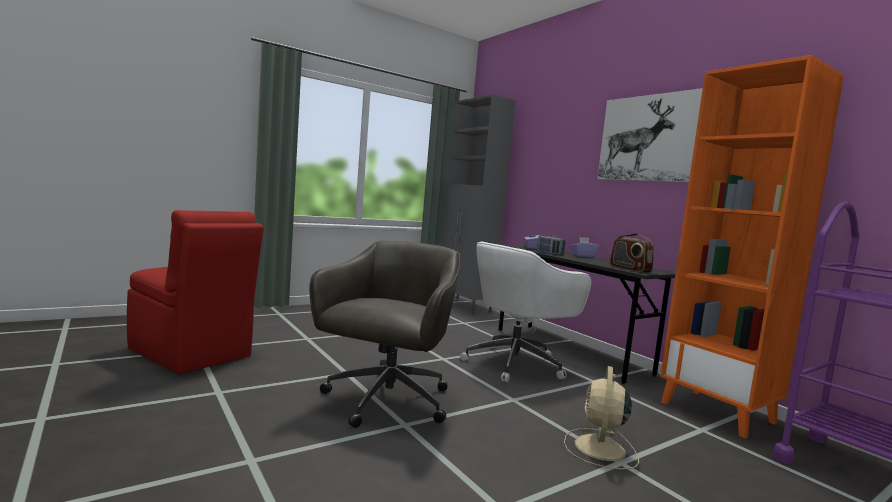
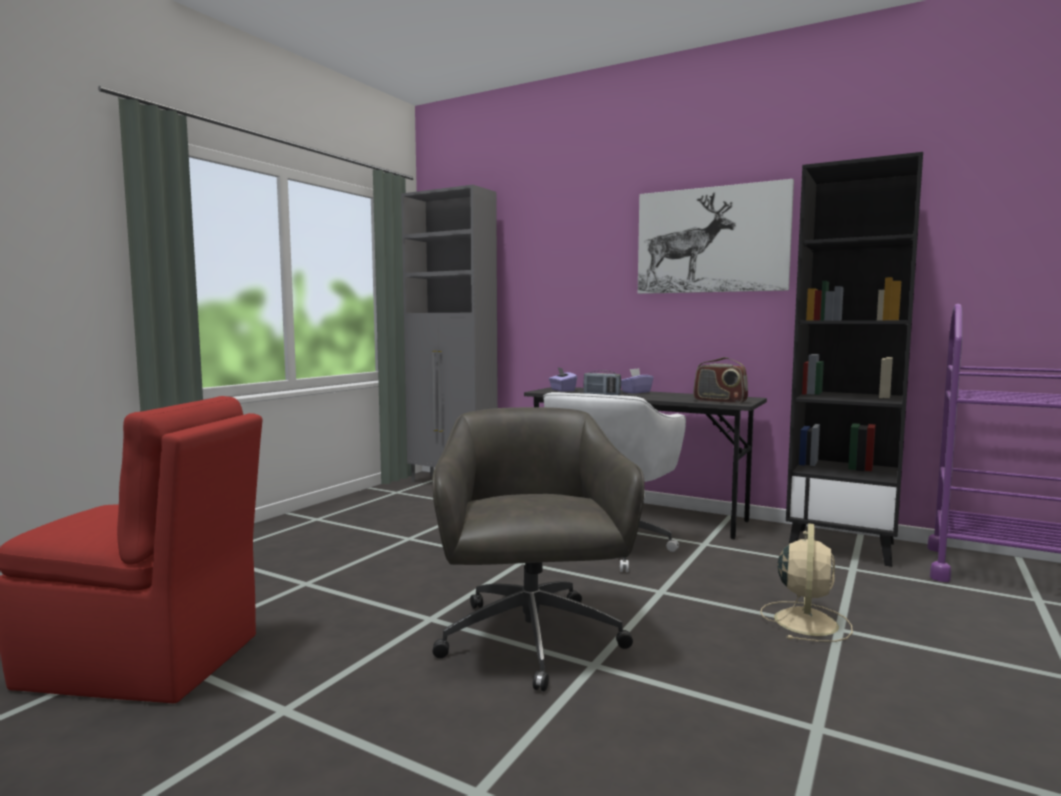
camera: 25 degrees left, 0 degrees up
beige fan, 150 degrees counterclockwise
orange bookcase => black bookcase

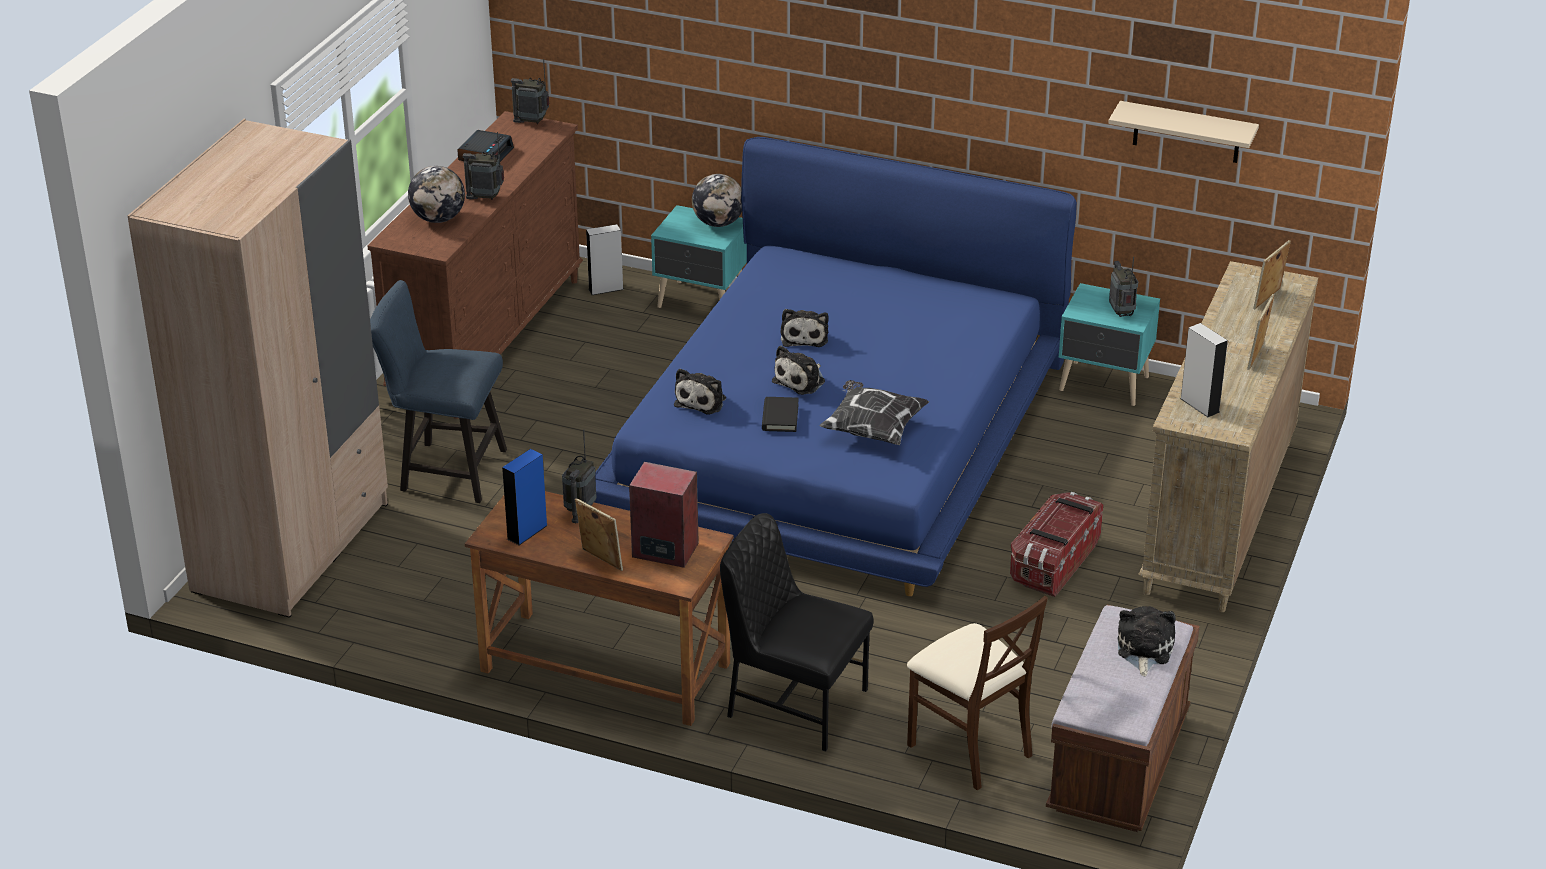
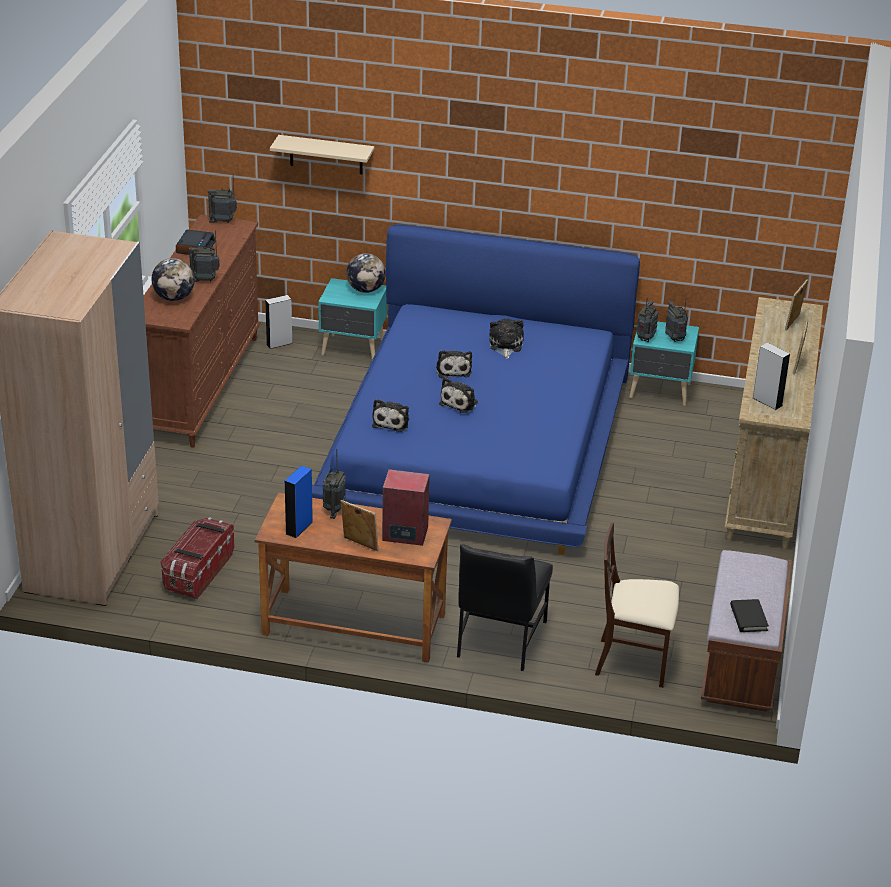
camera: 10 degrees left, 0 degrees up
blue chair => nothing
black chair, 90 degrees counterclockwise
black book, moved
pillow => nothing
beige chair, 150 degrees clockwise
storage box, moved
beige shelf, moved
plush toy (4th from left), moved
nothing => radio (4th from left)

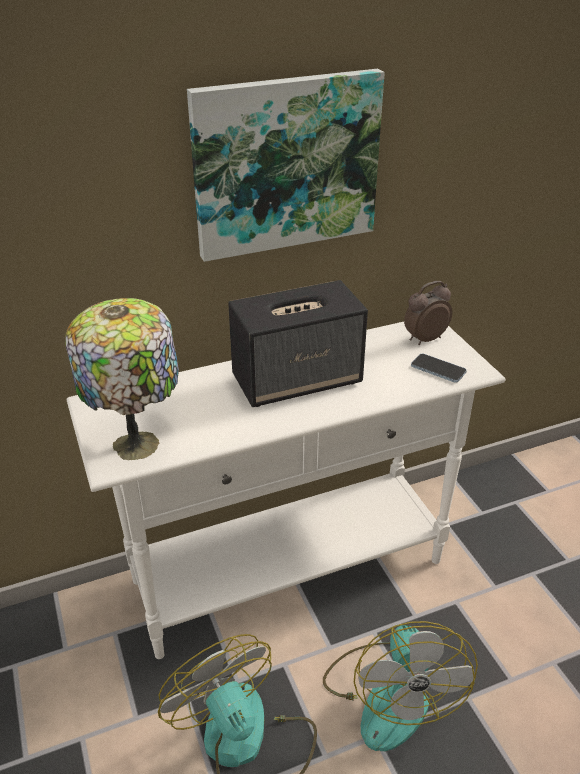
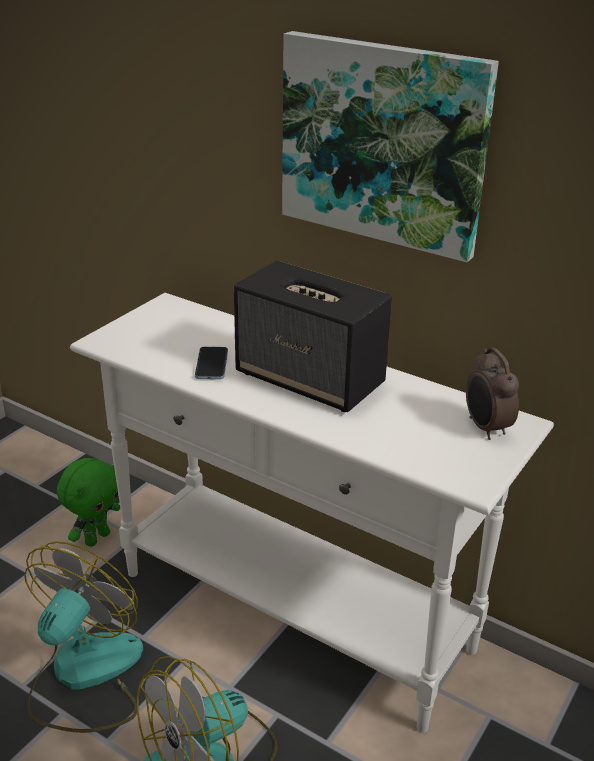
camera: 55 degrees right, 5 degrees down
table lamp => nothing
alarm clock, 135 degrees counterclockwise
phone, moved
nothing => green plush toy

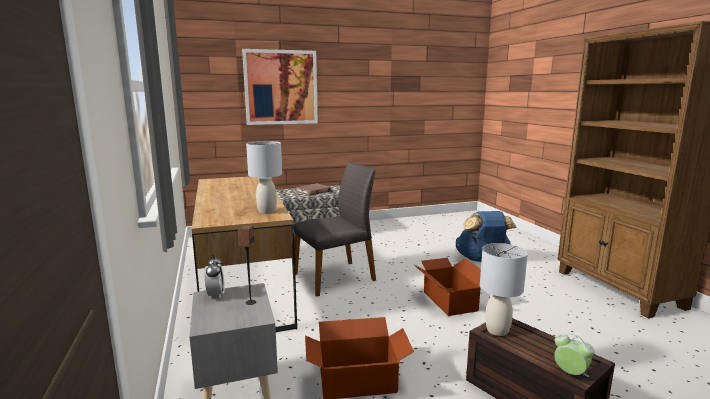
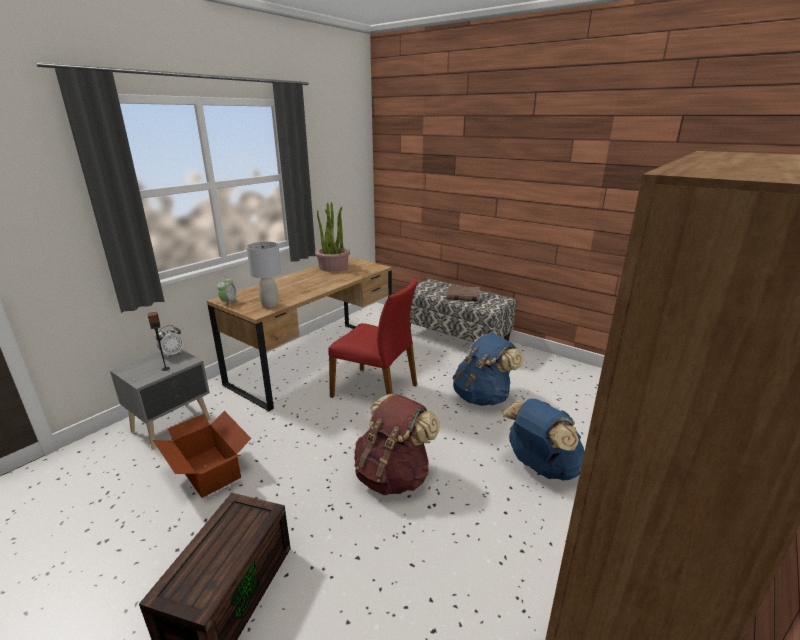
camera: 55 degrees right, 10 degrees up
picture => nothing
grey chair => red chair
cardboard box (2nd from left) => brown backpack
grey table lamp (2nd from left) => nothing
alarm clock (2nd from left), moved
nothing => potted plant
nothing => blue backpack (1st from left)

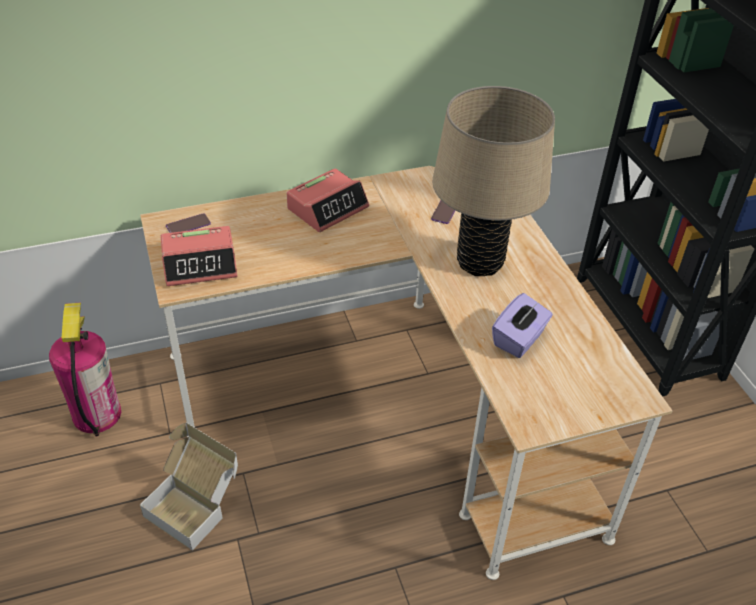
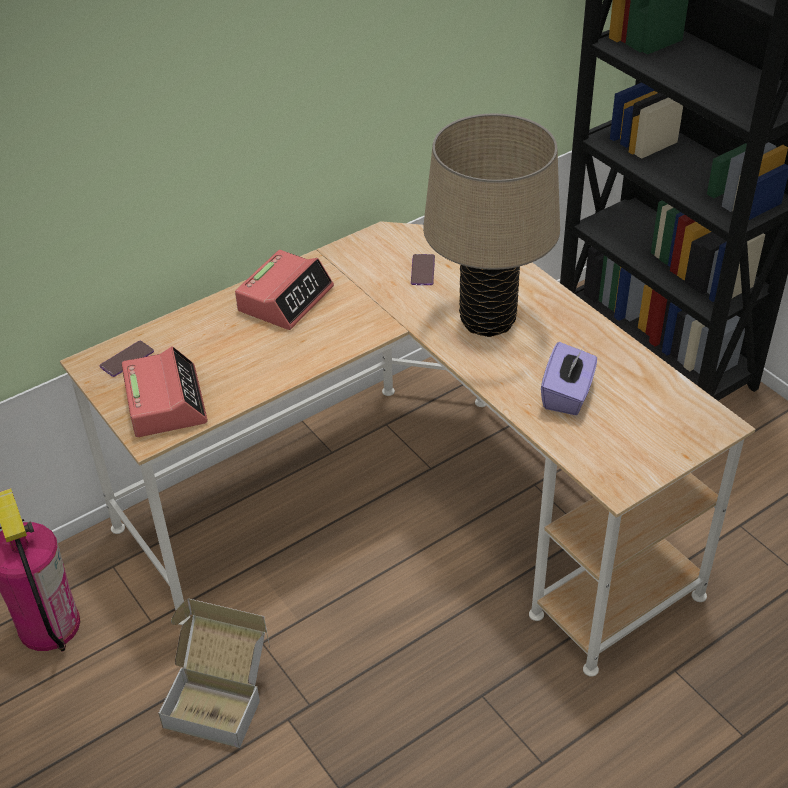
camera: 15 degrees left, 0 degrees up
alarm clock (1st from left), 75 degrees counterclockwise

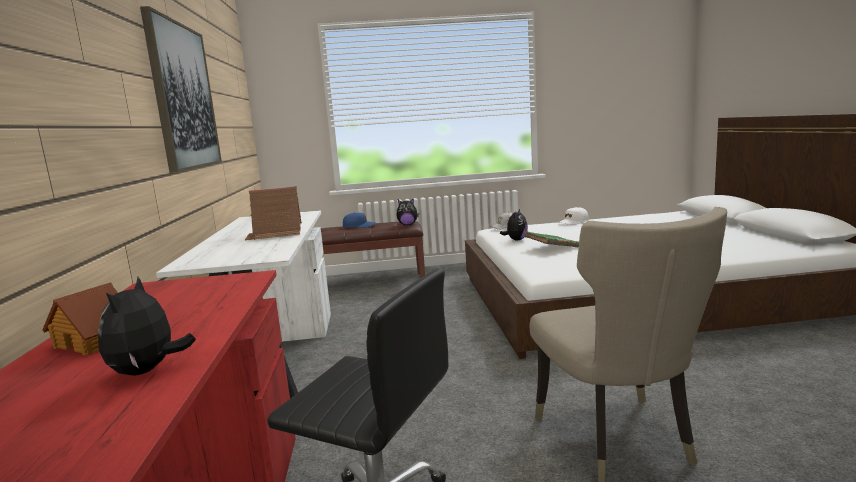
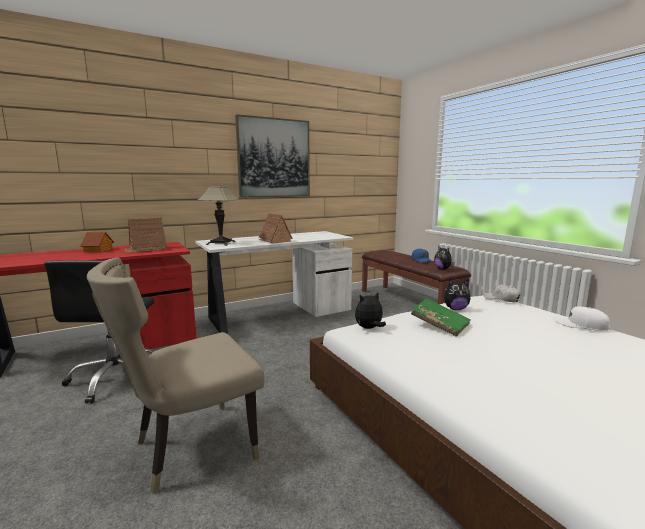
camera: 65 degrees right, 0 degrees up
plush toy (1st from left), moved
nothing => toy house (2nd from left)
nothing => table lamp

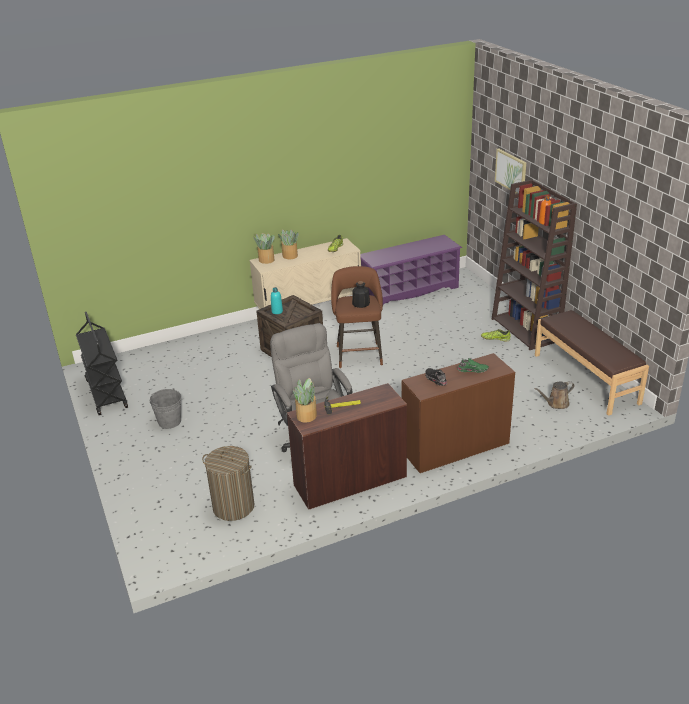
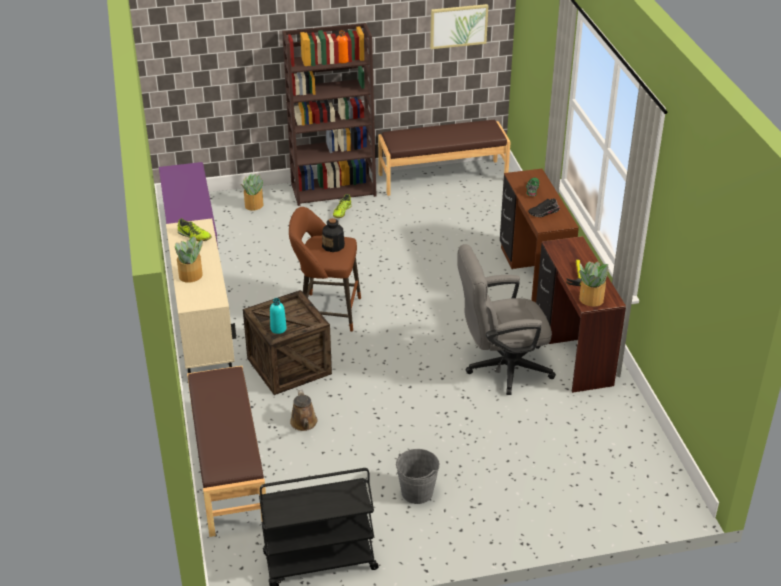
camera: 80 degrees left, 5 degrees up
laundry basket => nothing
potted plant (1st from left in the first image) => potted plant (2nd from left), moved
picture, moved
brown watering can, moved
nothing => brown bench (1st from left)

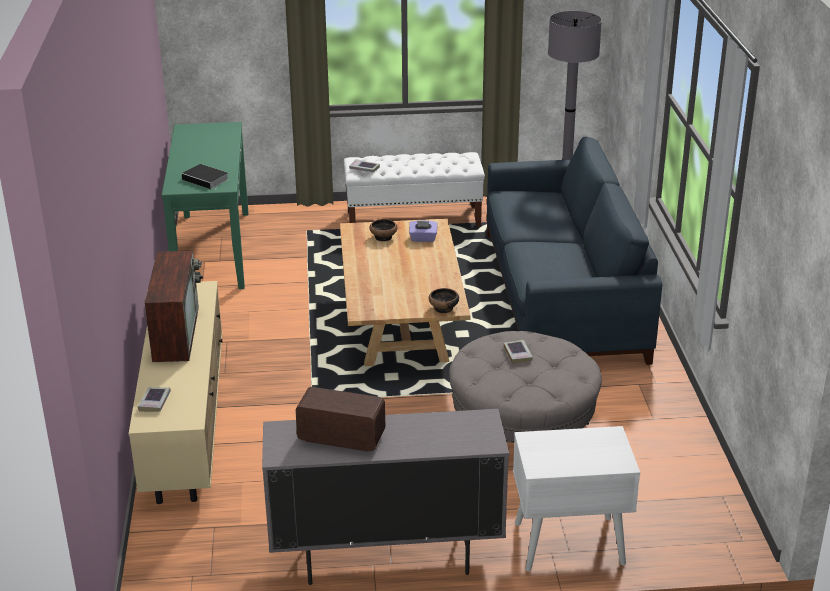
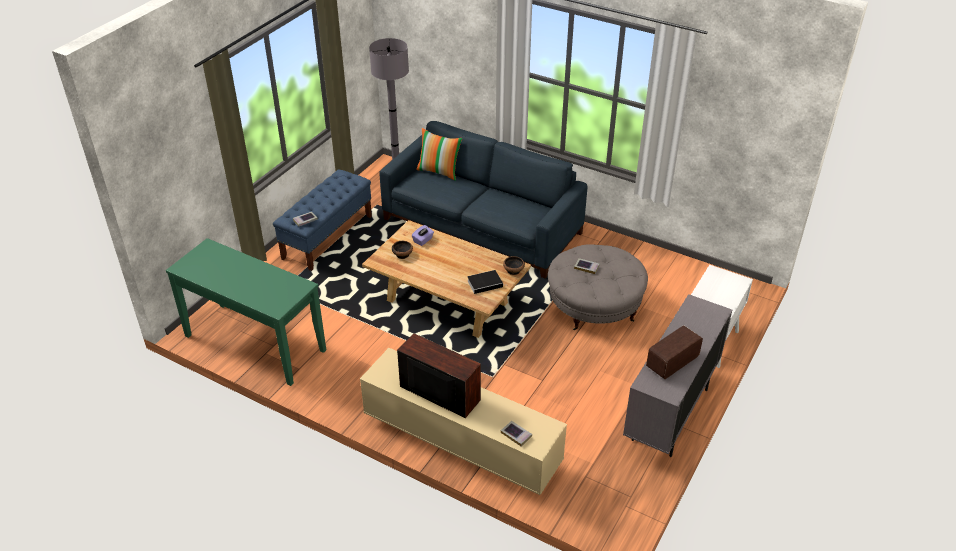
camera: 55 degrees left, 10 degrees up
book (2nd from left), moved
white bench => blue bench
nothing => pillow

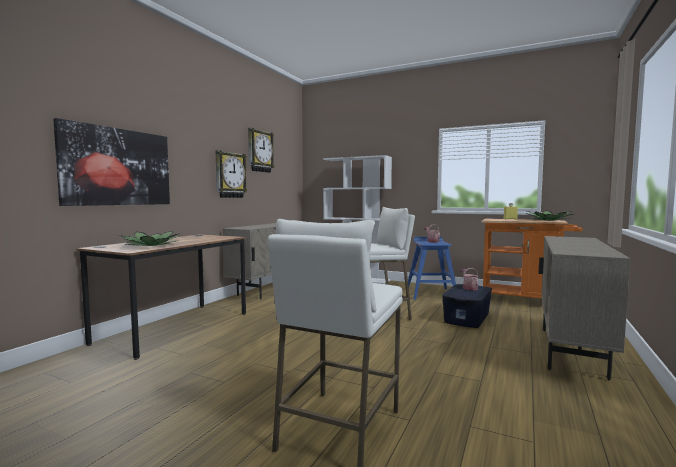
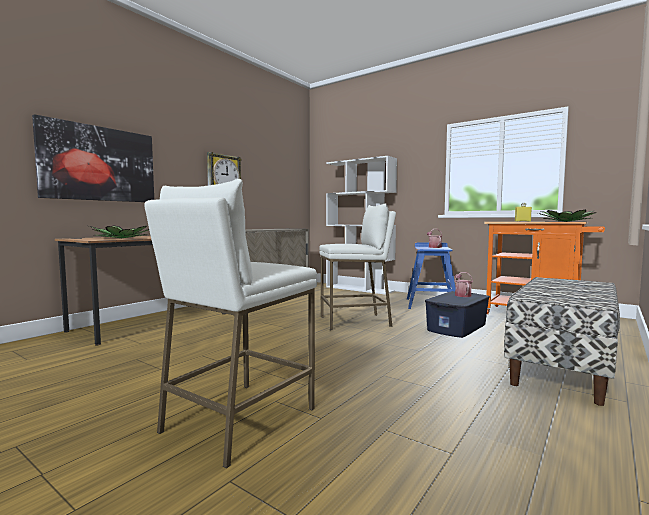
camera: 10 degrees right, 0 degrees up
wall clock (2nd from left) => nothing
beige cabinet (2nd from left) => bench

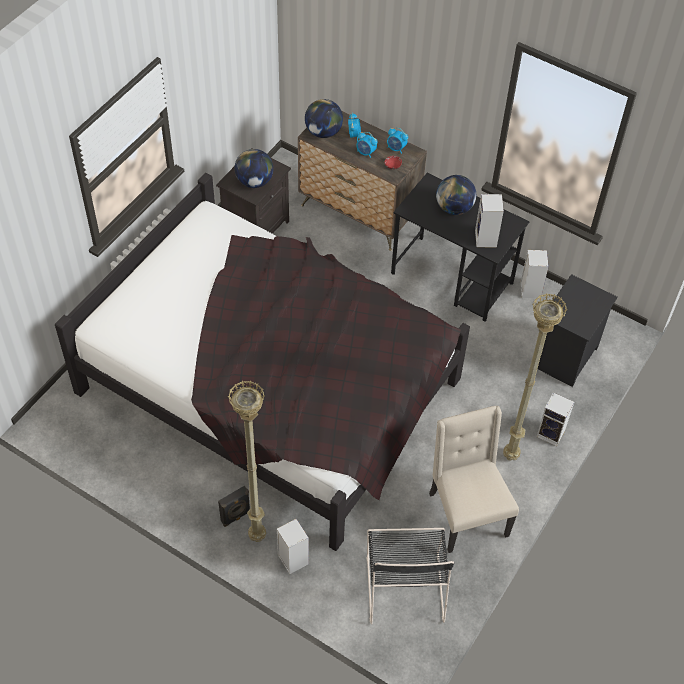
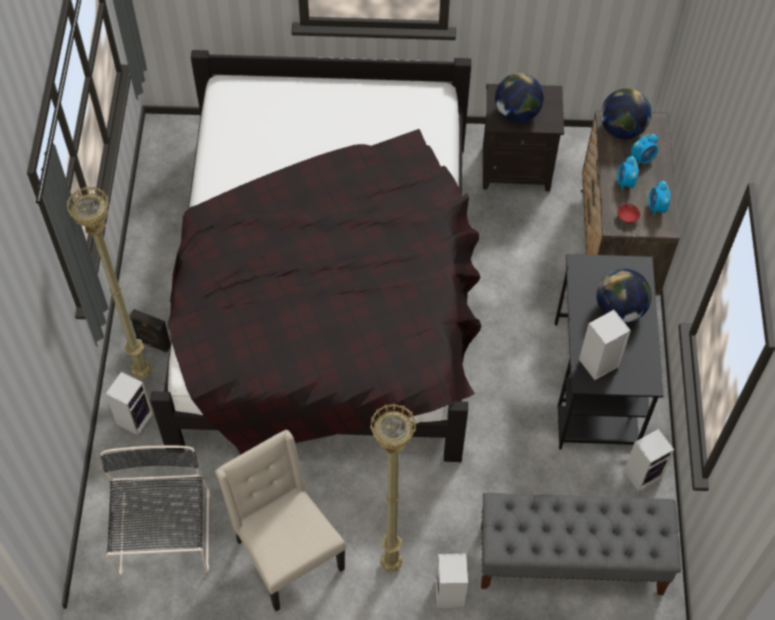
camera: 60 degrees right, 5 degrees up
black chair, 120 degrees clockwise
beige chair, 75 degrees counterclockwise
black nightstand (2nd from left) => grey bench

